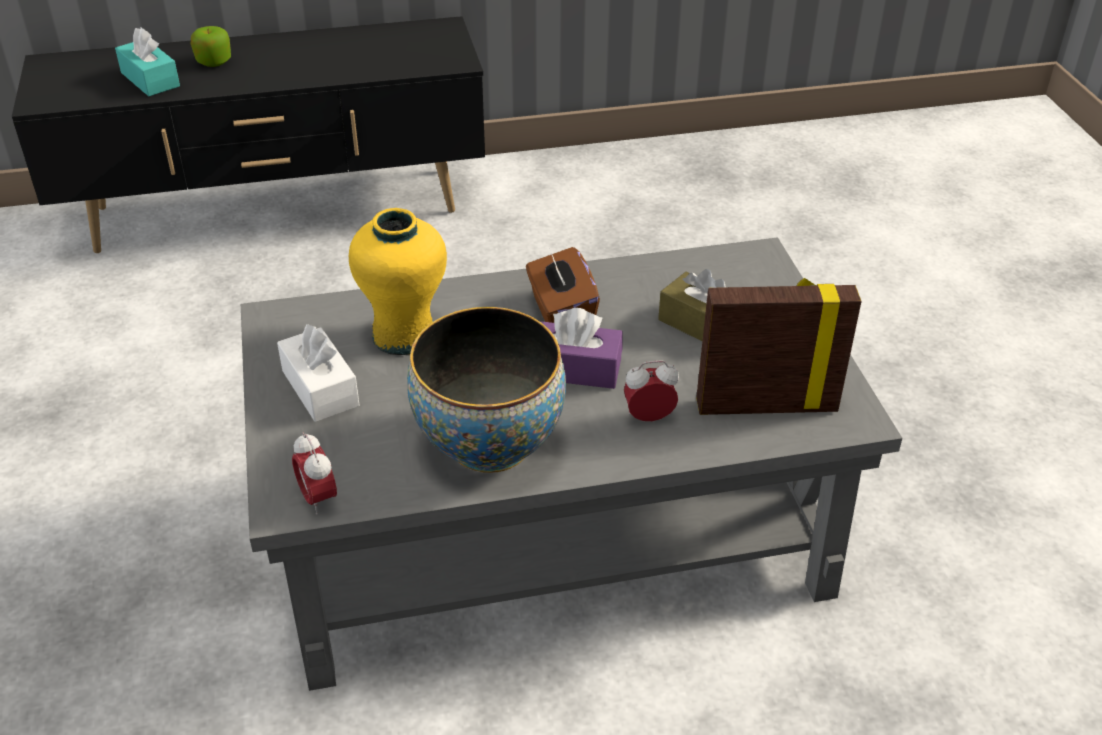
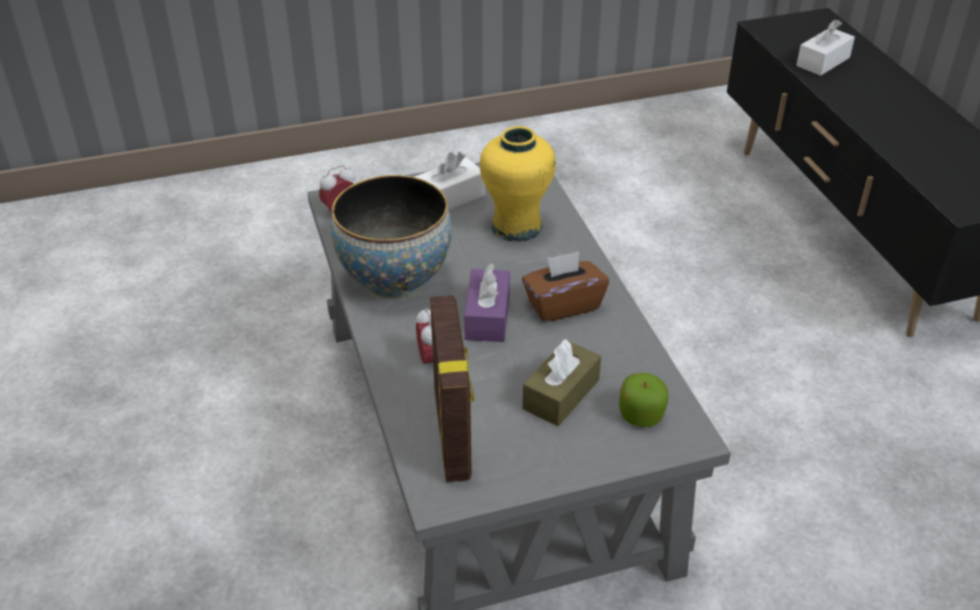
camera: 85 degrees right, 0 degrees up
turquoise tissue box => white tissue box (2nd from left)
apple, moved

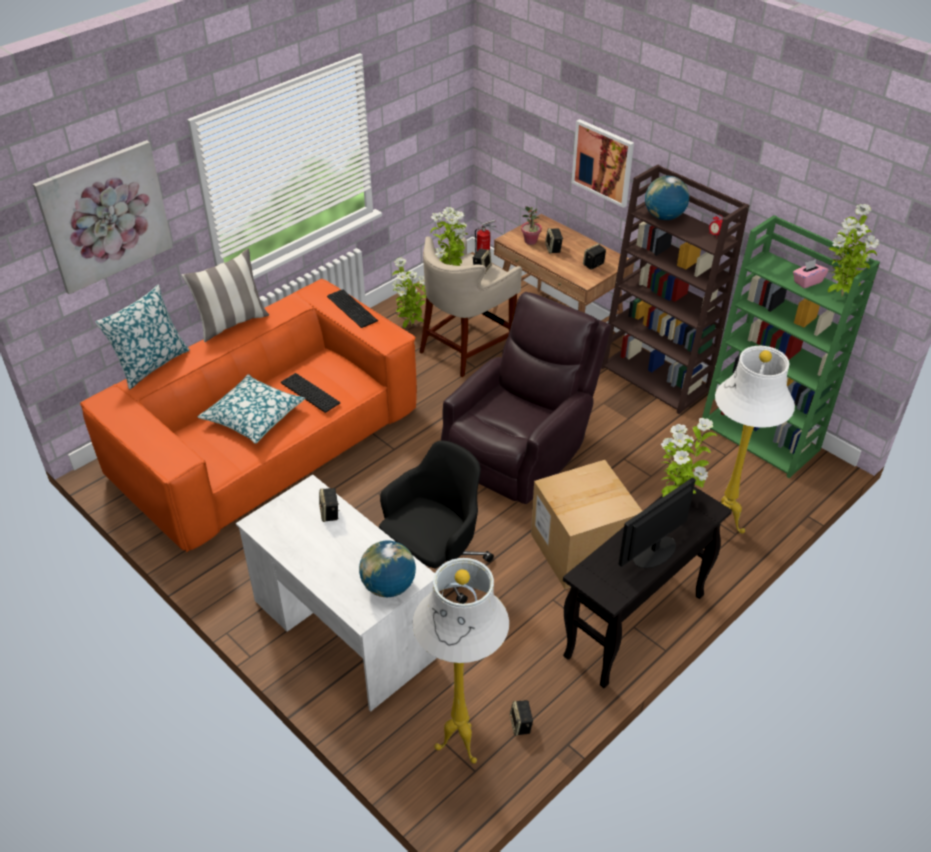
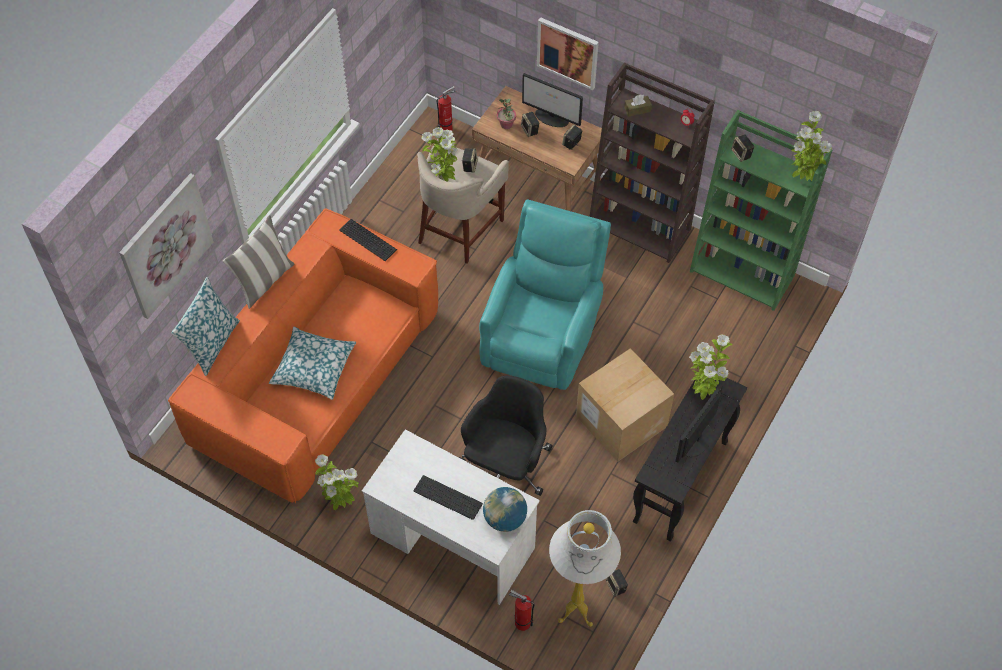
camera: 15 degrees left, 15 degrees up
keyboard (1st from left in the first image) => keyboard (2nd from left), moved
speaker (1st from left in the first image) => speaker (5th from left), moved
potted plant (1st from left), moved
brown armchair => turquoise armchair
globe (2nd from left) => brown tissue box
white floor lamp (2nd from left) => nothing
pink tissue box => nothing
nothing => fire extinguisher (2nd from left)
nothing => monitor (1st from left)

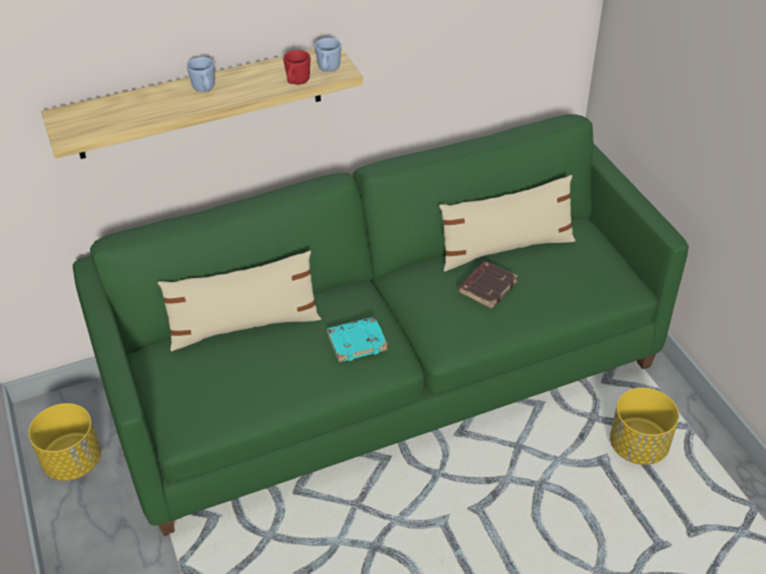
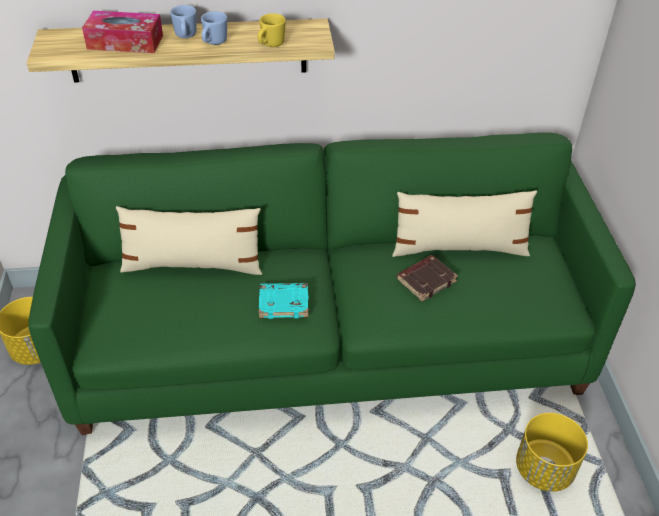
camera: 15 degrees right, 0 degrees up
red mug => yellow mug
blue mug (2nd from left), moved
nothing => tissue box

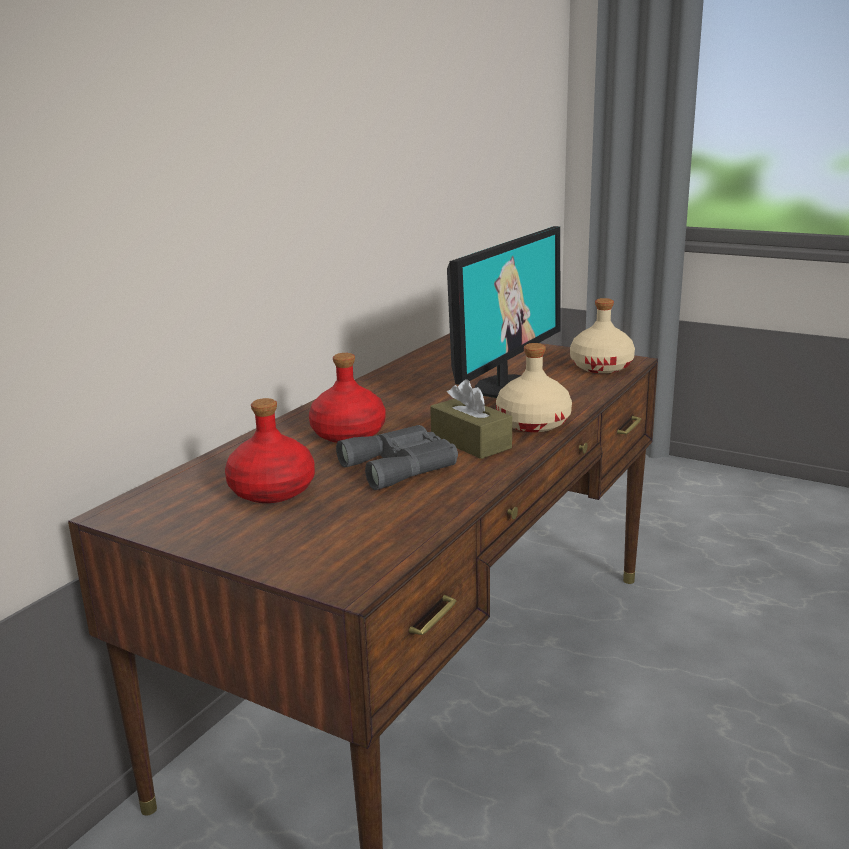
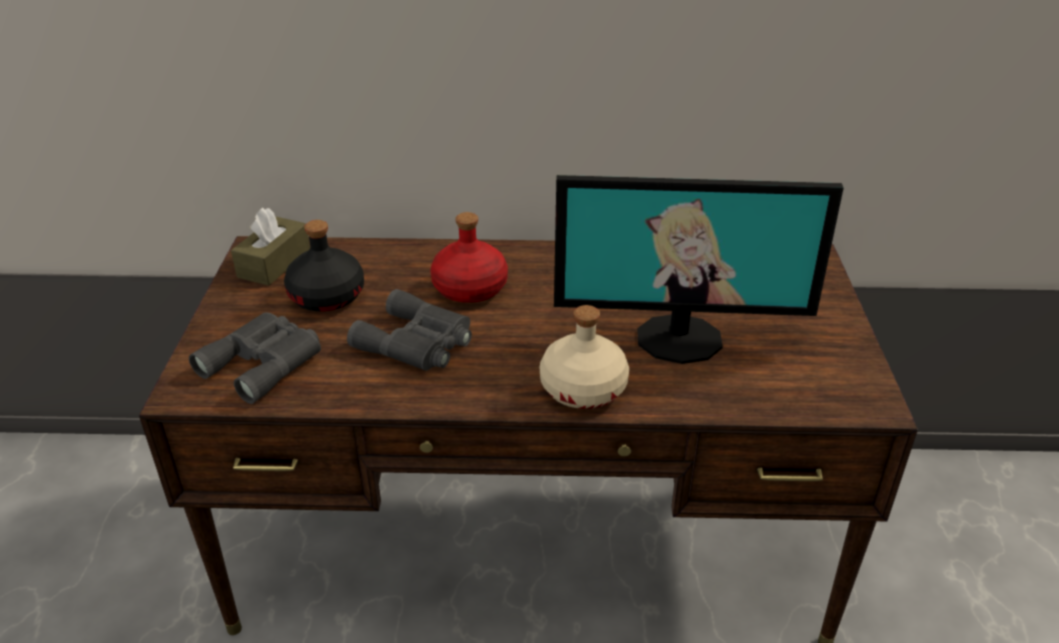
camera: 60 degrees right, 15 degrees up
red bottle (1st from left) => black bottle
brown tissue box, moved
beige bottle (2nd from left) => nothing
nothing => grey binoculars (1st from left)

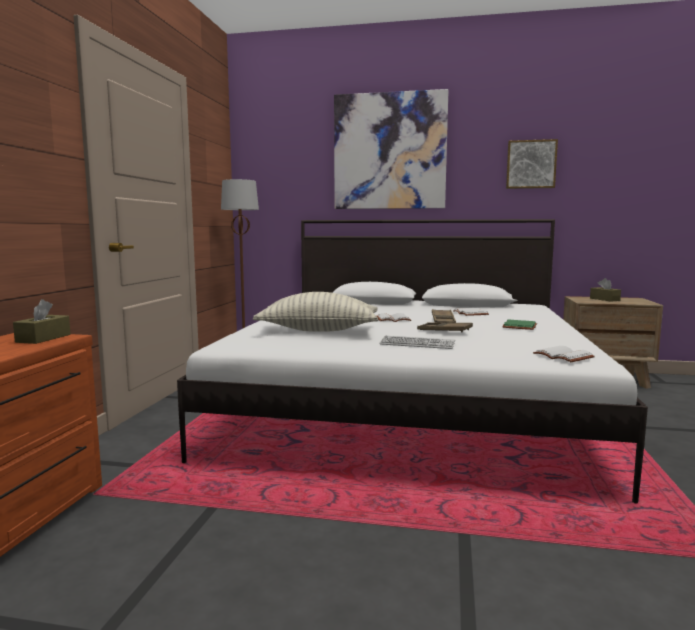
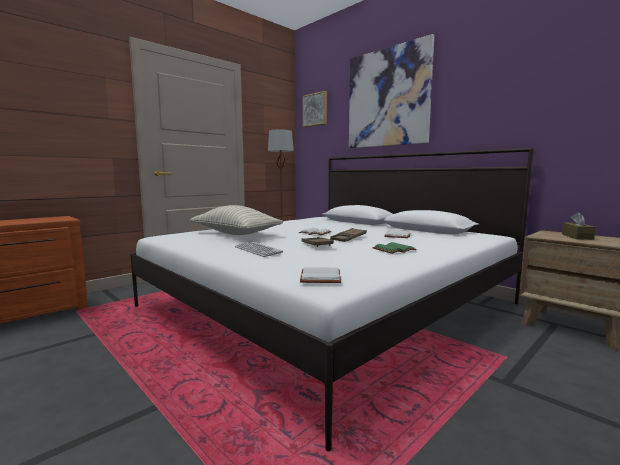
camera: 35 degrees right, 0 degrees up
brown tissue box (1st from left) => nothing
picture (2nd from left in the first image) => picture (1st from left), moved

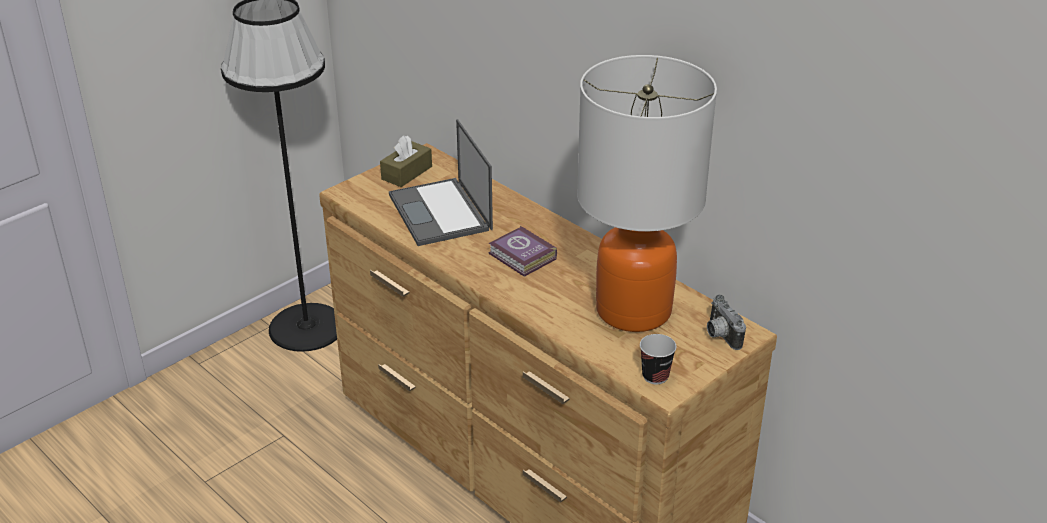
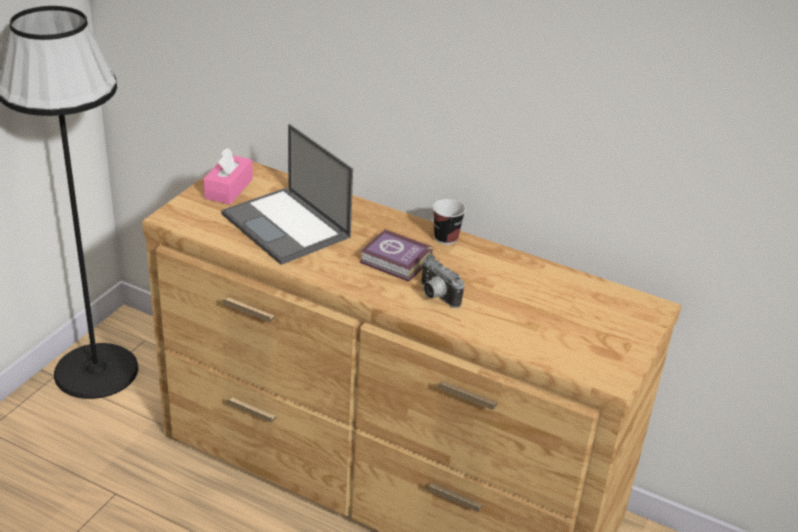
camera: 20 degrees left, 0 degrees up
brown tissue box => pink tissue box
table lamp => nothing
cup, moved
photo camera, moved

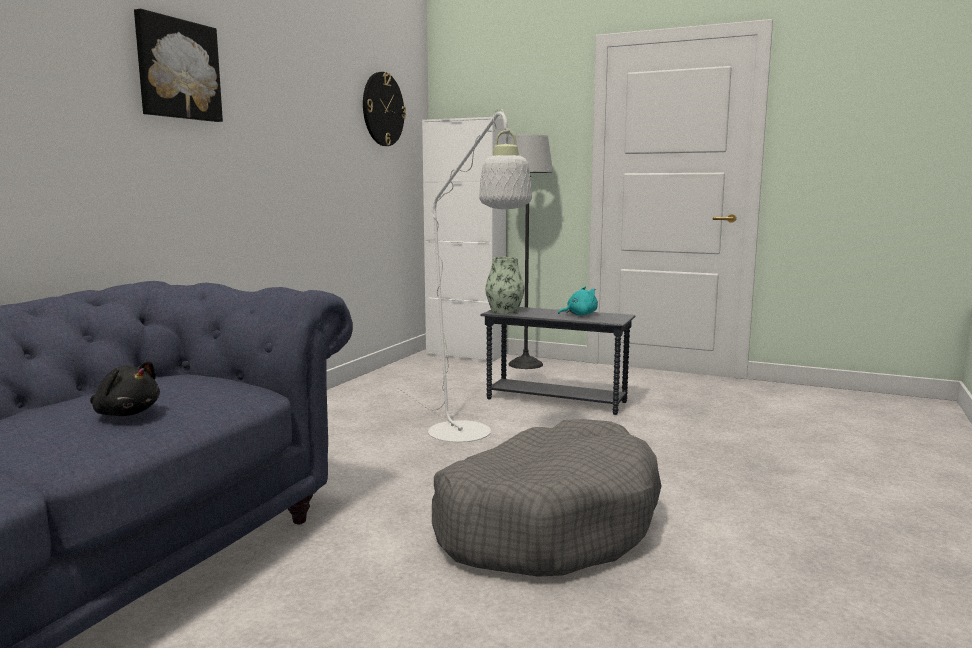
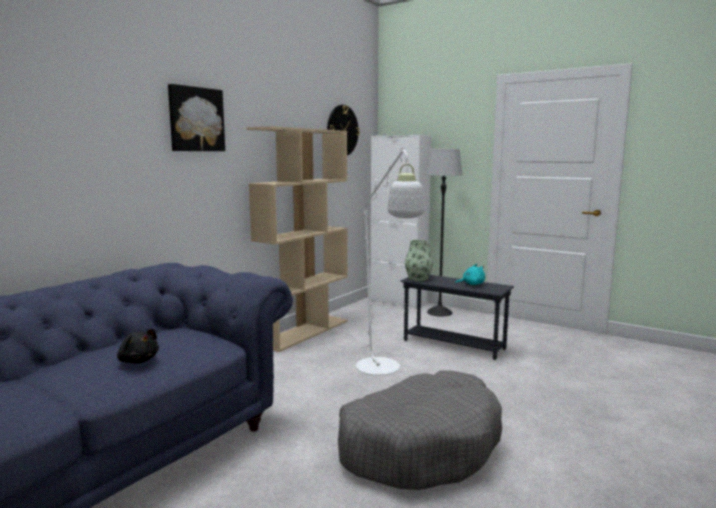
camera: 10 degrees right, 0 degrees up
nothing => beige bookcase

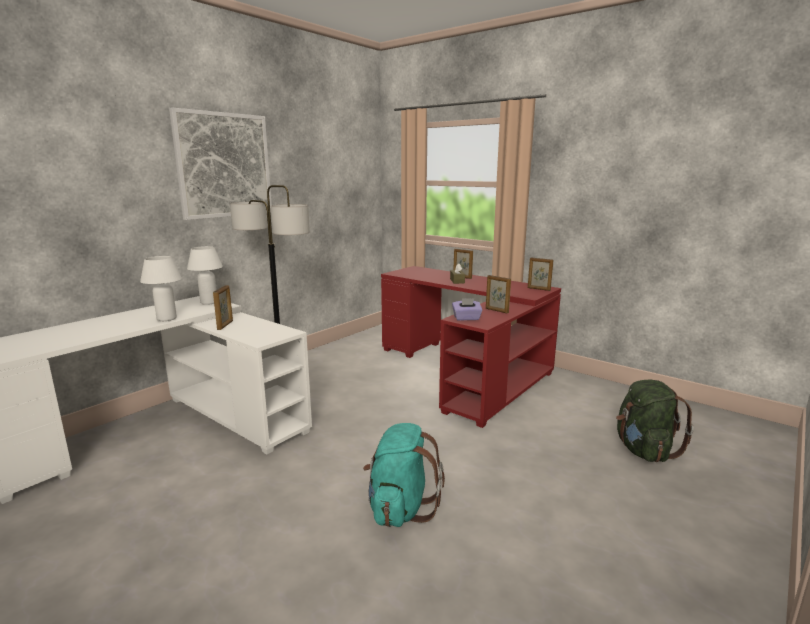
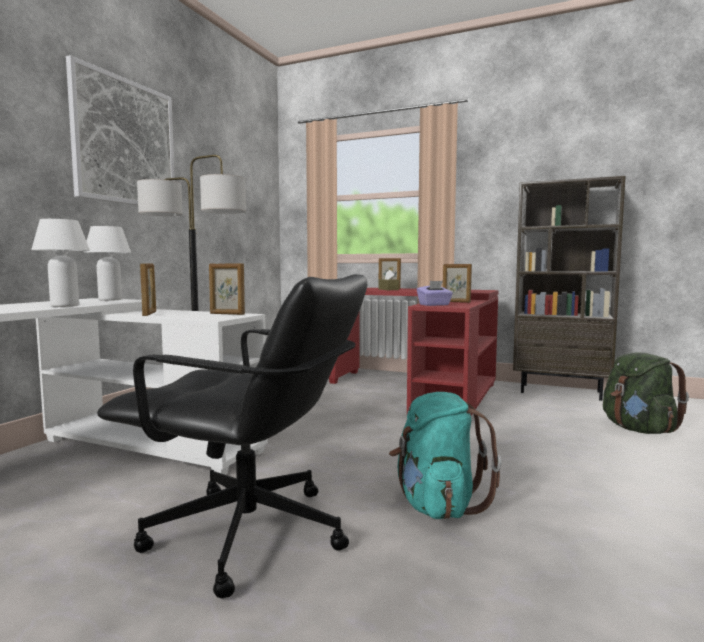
camera: 15 degrees left, 10 degrees down
picture frame (4th from left in the first image) => picture frame (2nd from left), moved
nothing => black office chair
nothing => brown bookcase

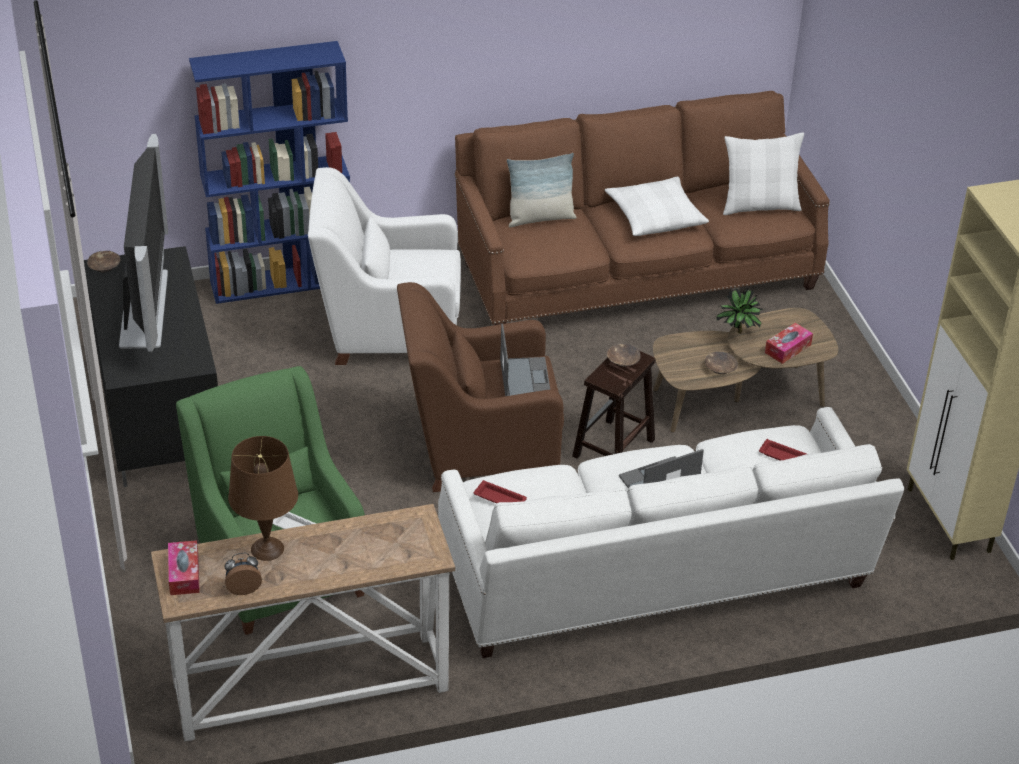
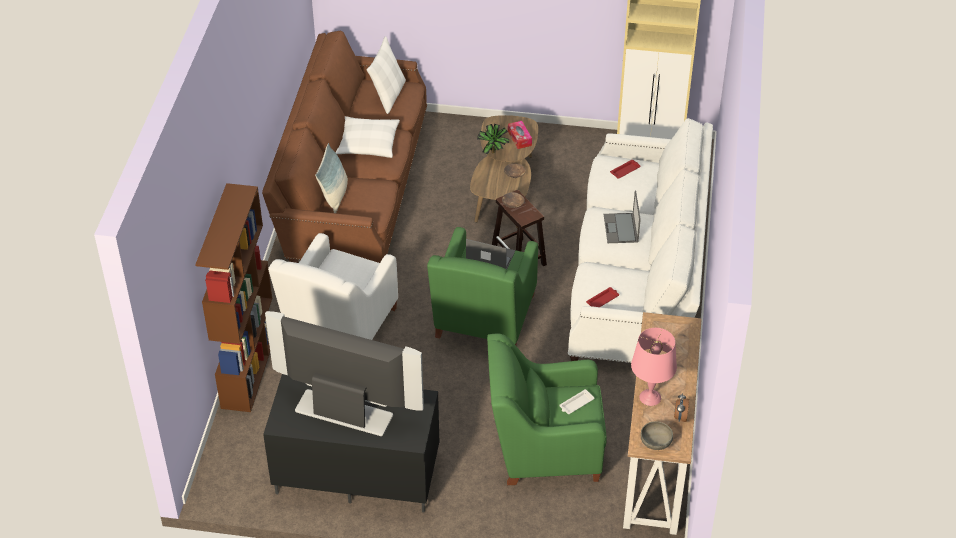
camera: 65 degrees left, 5 degrees up
brown bowl (1st from left) => nothing
tissue box (1st from left) => grey bowl
blue bookcase => brown bookcase
brown table lamp => pink table lamp
brown armchair => green armchair (1st from left)

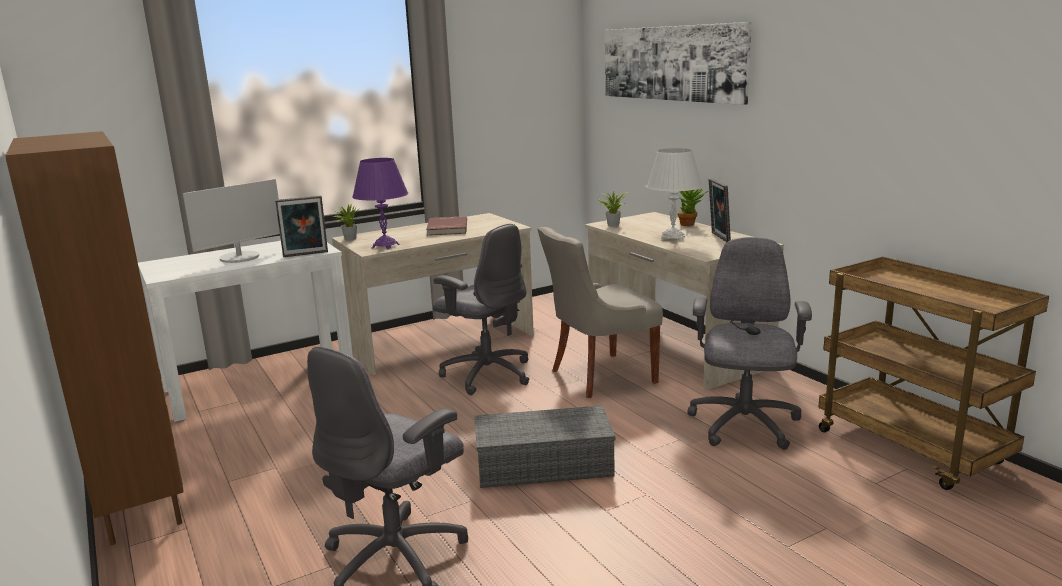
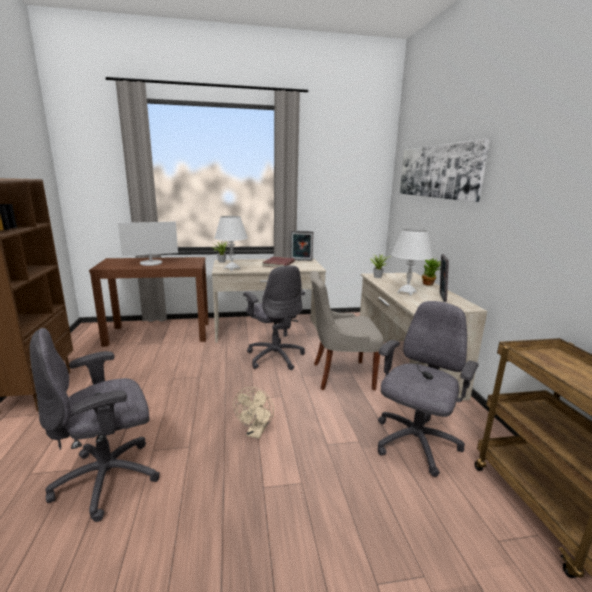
camera: 20 degrees right, 0 degrees up
white console table => brown console table
picture frame (1st from left), moved
purple table lamp => white table lamp (1st from left)
grey storage box => beige fan

